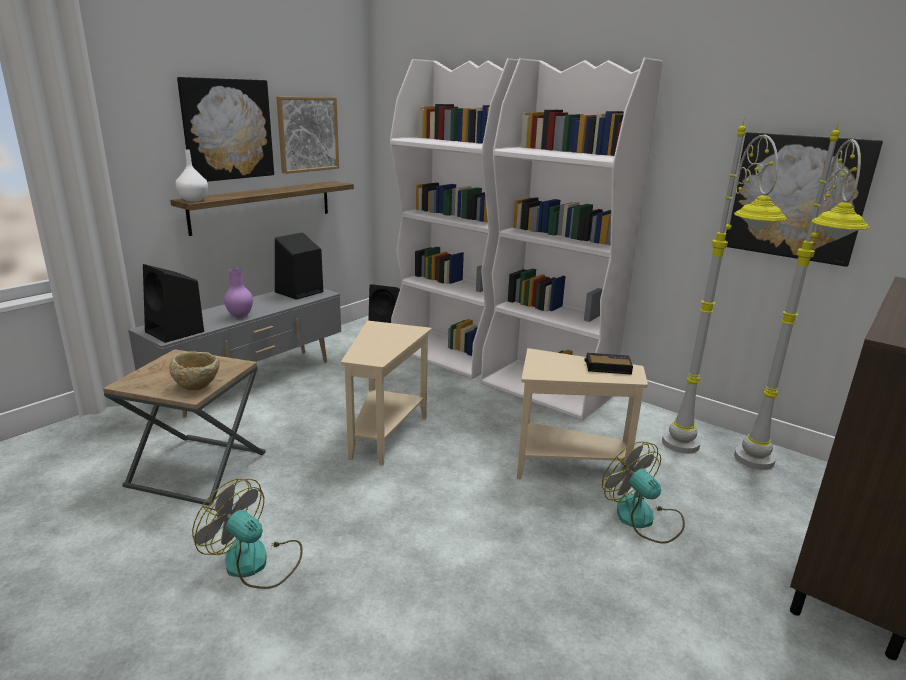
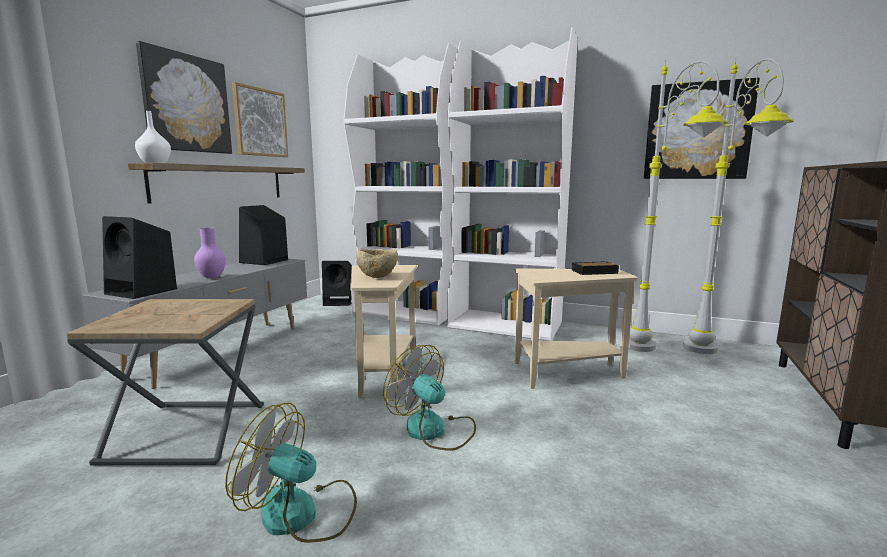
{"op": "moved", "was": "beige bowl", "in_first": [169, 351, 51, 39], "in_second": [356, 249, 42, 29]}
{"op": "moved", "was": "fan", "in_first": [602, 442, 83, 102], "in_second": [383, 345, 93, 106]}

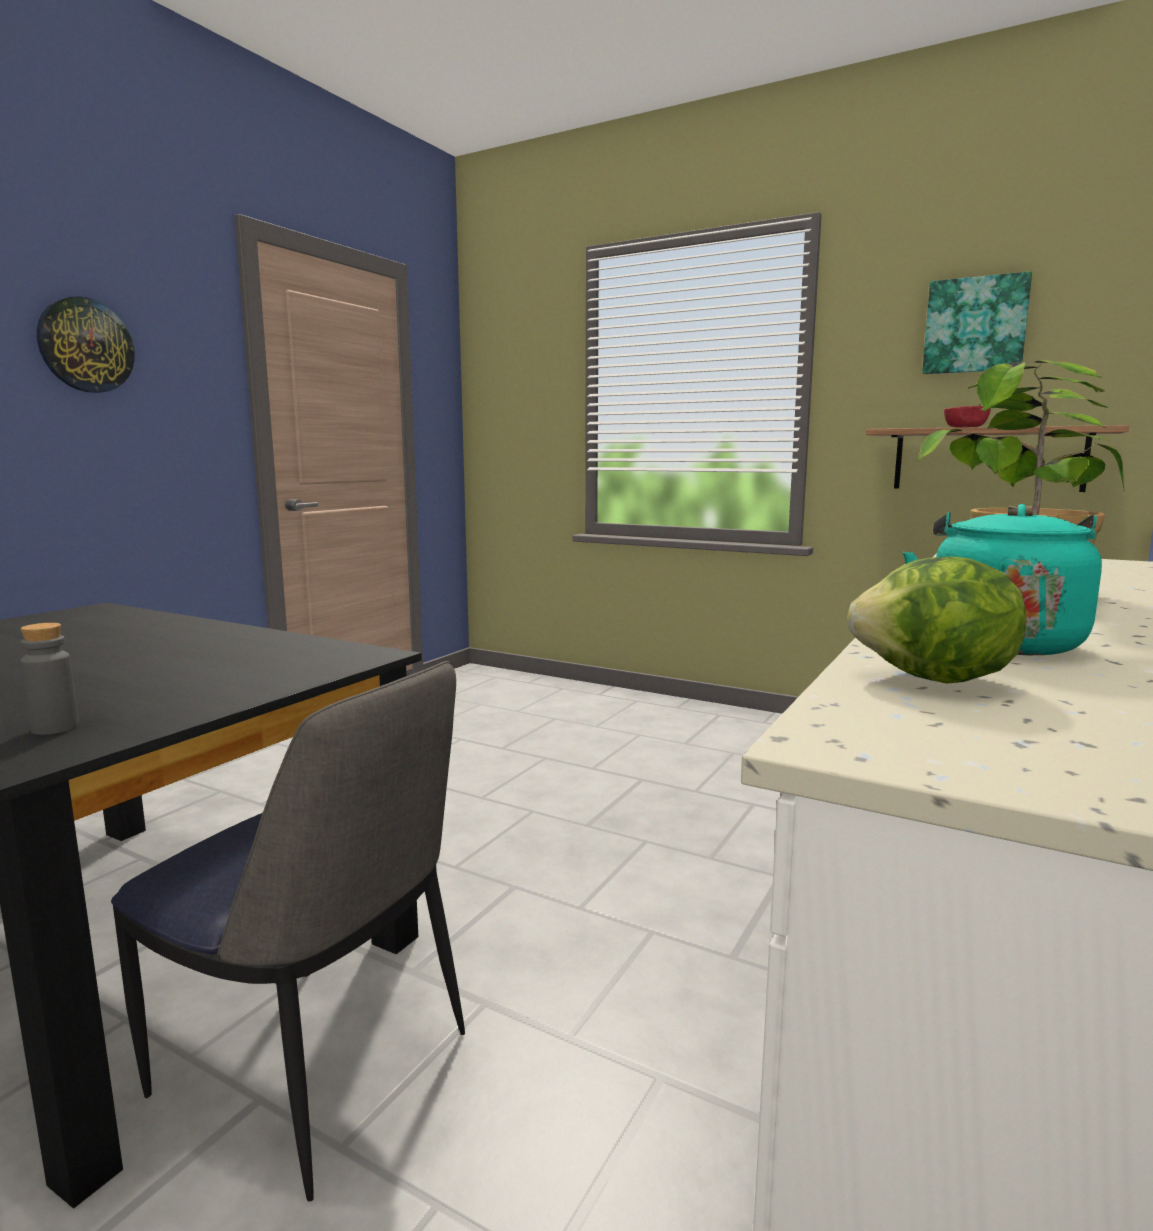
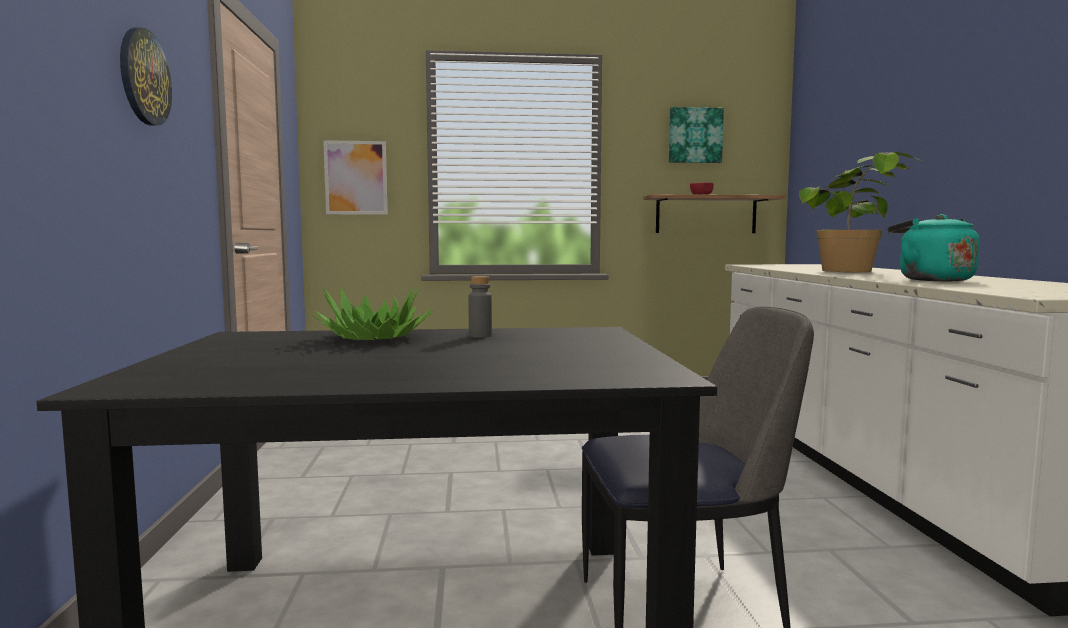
{"op": "added", "now": "potted plant", "in_second": [312, 287, 120, 53]}
{"op": "added", "now": "picture", "in_second": [323, 140, 65, 75]}
{"op": "moved", "was": "grey bottle", "in_first": [20, 623, 59, 112], "in_second": [469, 276, 23, 62]}
{"op": "removed", "was": "lettuce", "in_first": [847, 556, 179, 128]}

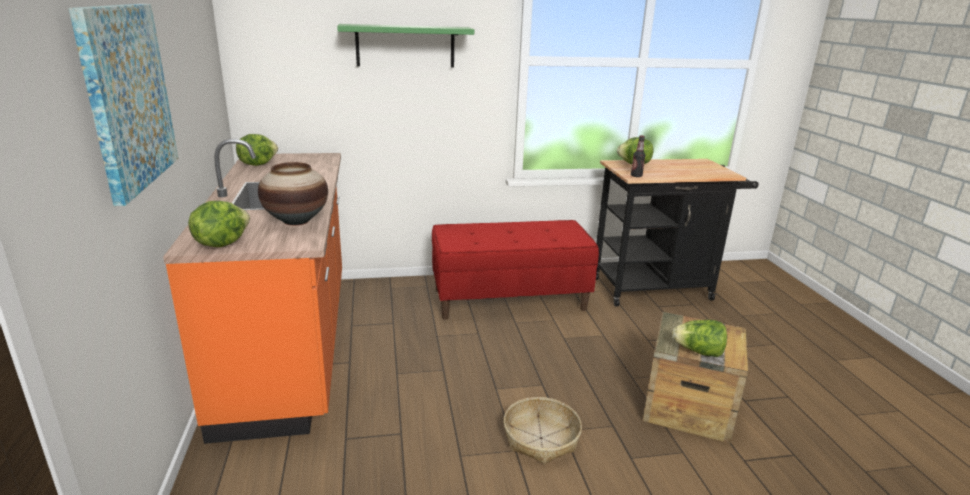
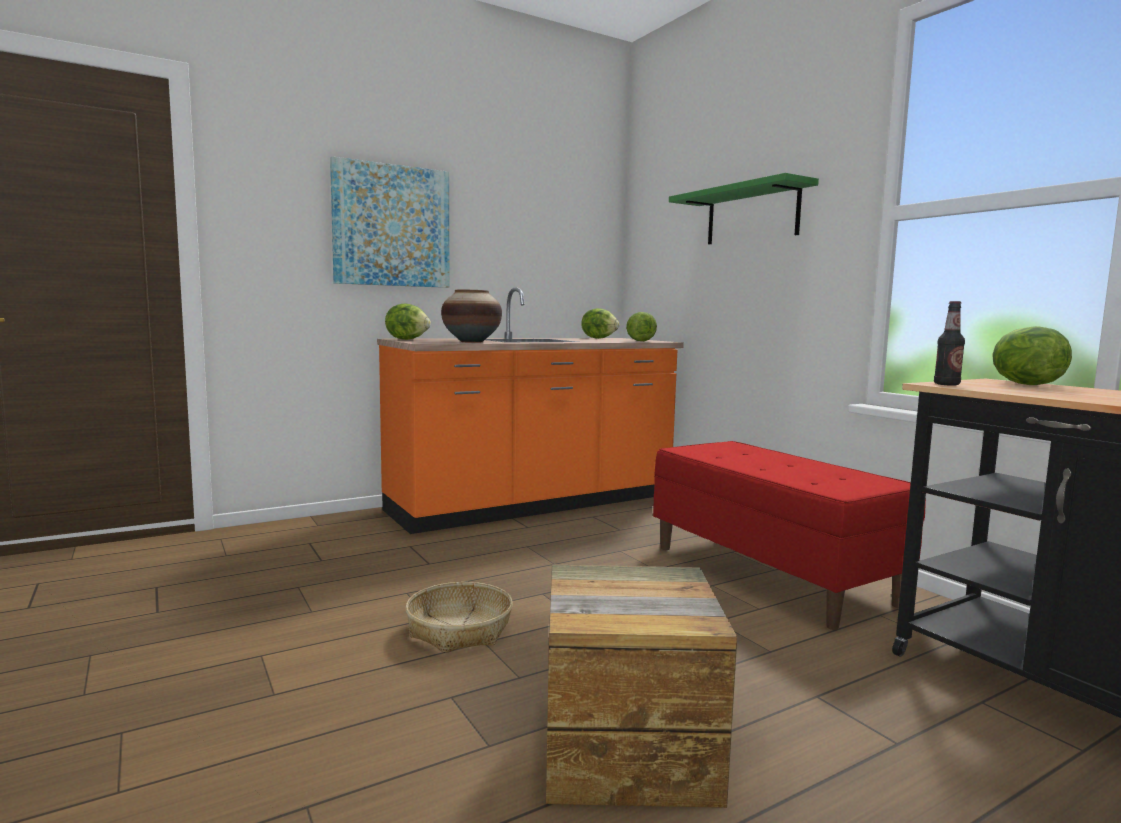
{"op": "moved", "was": "lettuce", "in_first": [672, 320, 55, 37], "in_second": [626, 312, 31, 29]}

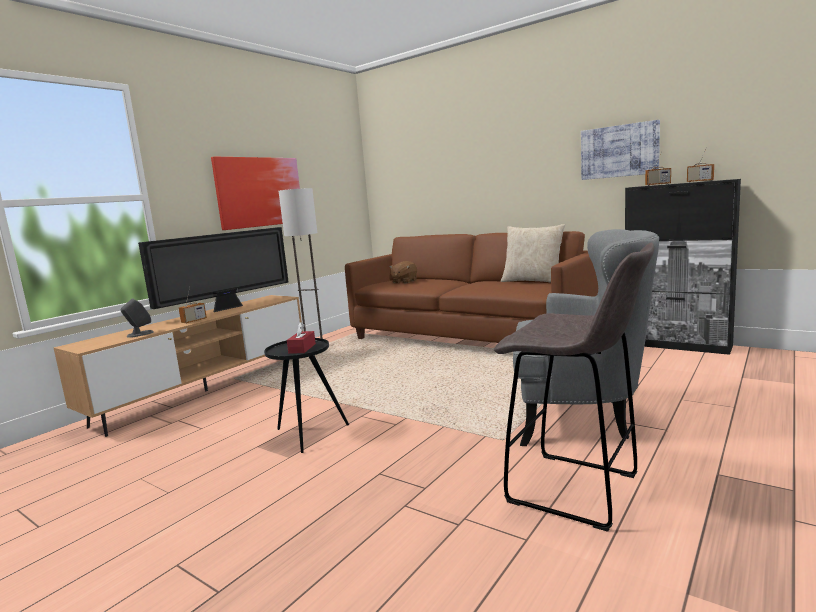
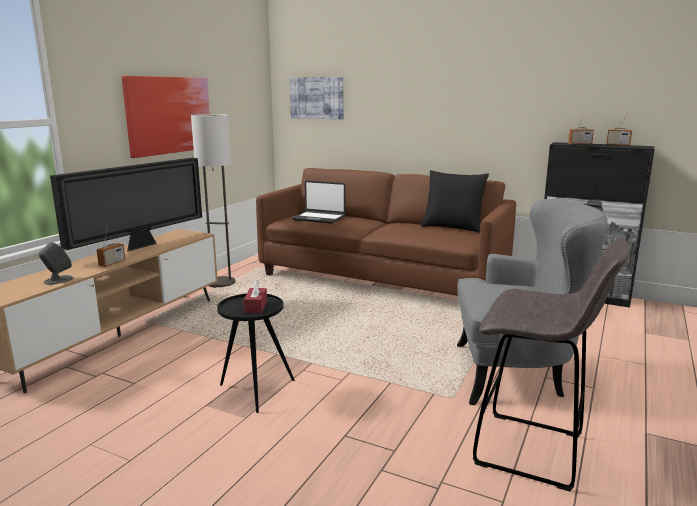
{"op": "moved", "was": "picture", "in_first": [581, 120, 79, 60], "in_second": [290, 77, 53, 43]}
{"op": "replaced", "was": "brown plush toy", "now": "laptop", "in_first": [389, 261, 28, 23], "in_second": [292, 180, 53, 44]}
{"op": "recoloured", "was": "beige pillow", "now": "black pillow", "in_first": [501, 224, 64, 58], "in_second": [421, 170, 68, 63]}

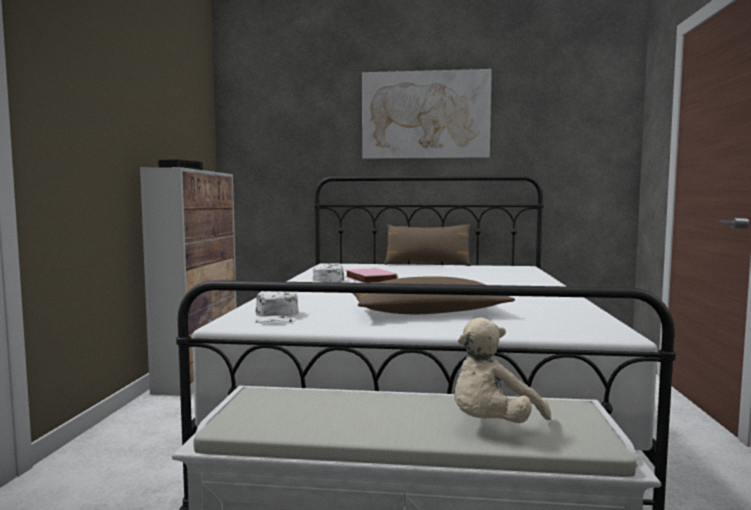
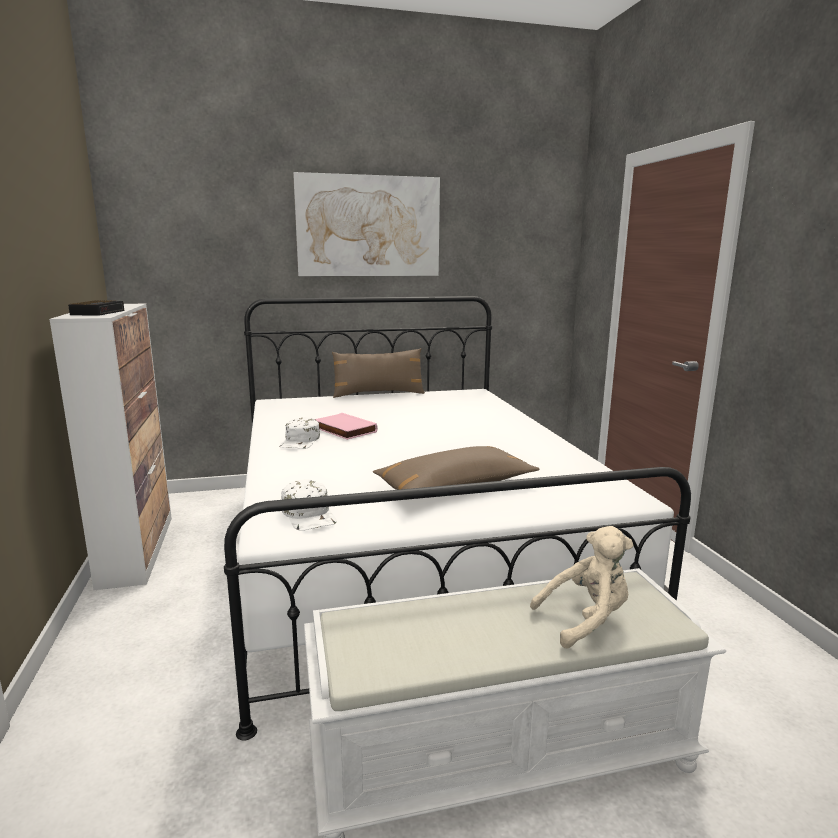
{"op": "turned", "was": "beige plush toy", "in_first": [454, 318, 97, 105], "in_second": [530, 526, 103, 122], "clockwise": -135}

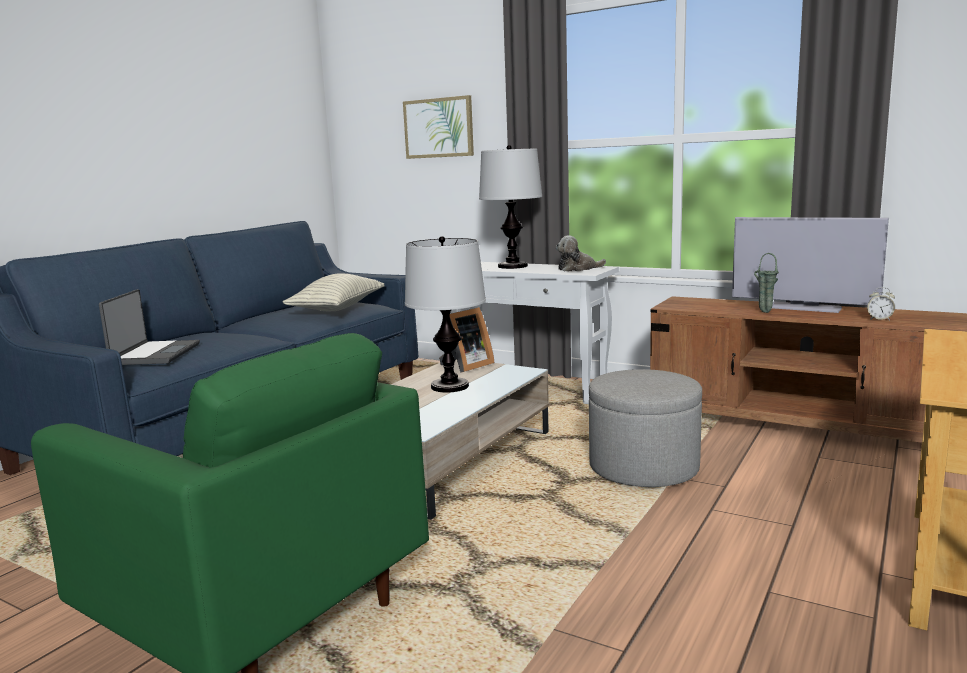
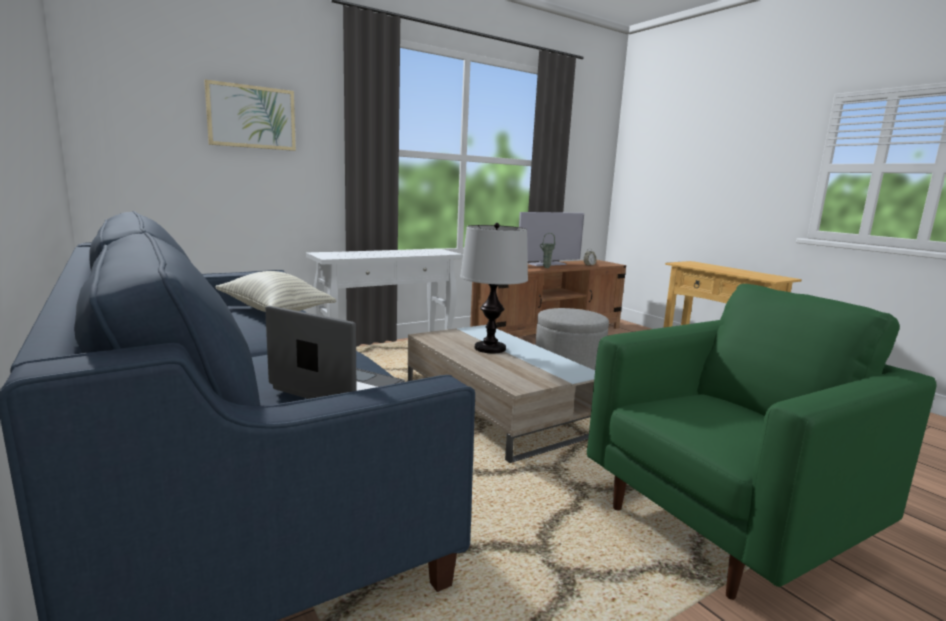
{"op": "removed", "was": "picture frame", "in_first": [439, 307, 56, 66]}
{"op": "removed", "was": "table lamp", "in_first": [479, 145, 63, 124]}
{"op": "removed", "was": "plush toy", "in_first": [556, 235, 50, 37]}

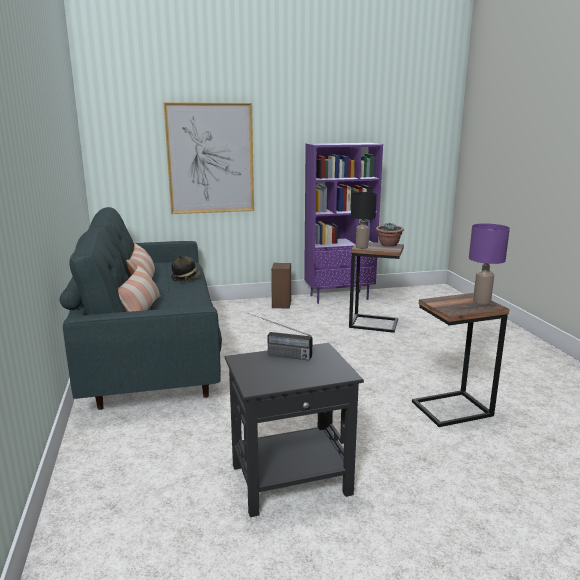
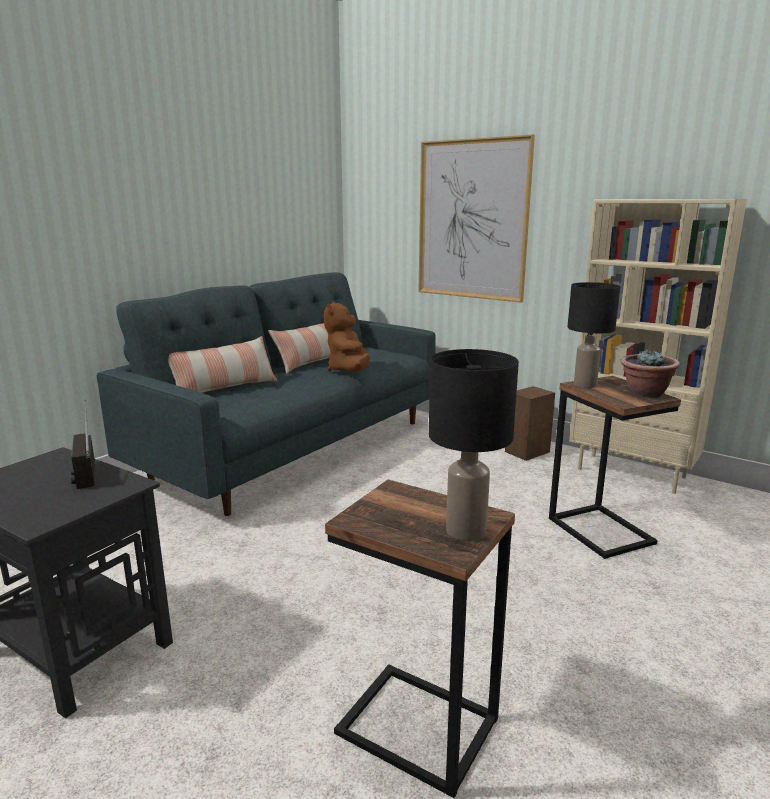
{"op": "replaced", "was": "hat", "now": "brown plush toy", "in_first": [171, 255, 29, 27], "in_second": [324, 302, 46, 70]}
{"op": "recoloured", "was": "purple table lamp", "now": "black table lamp", "in_first": [469, 224, 41, 80], "in_second": [429, 349, 90, 192]}
{"op": "recoloured", "was": "purple bookcase", "now": "beige bookcase", "in_first": [304, 143, 79, 161], "in_second": [569, 199, 178, 295]}

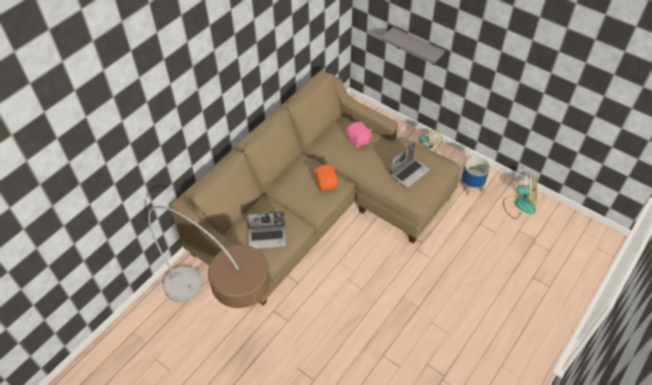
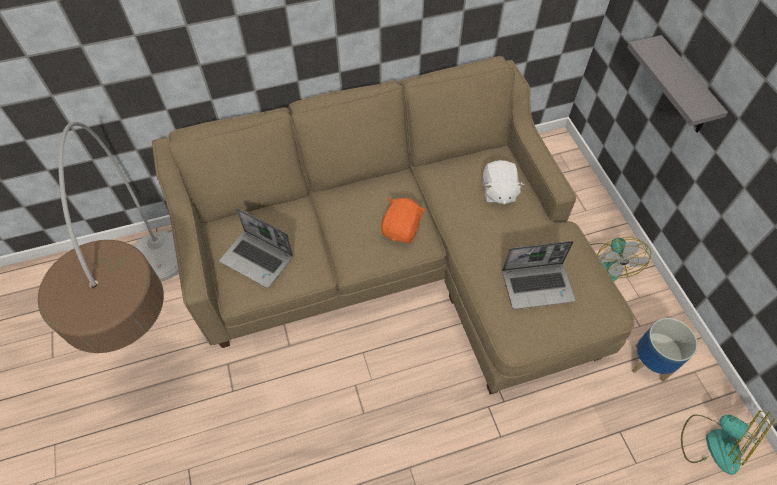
{"op": "recoloured", "was": "pink plush toy", "now": "white plush toy", "in_first": [346, 122, 26, 26], "in_second": [483, 160, 41, 45]}

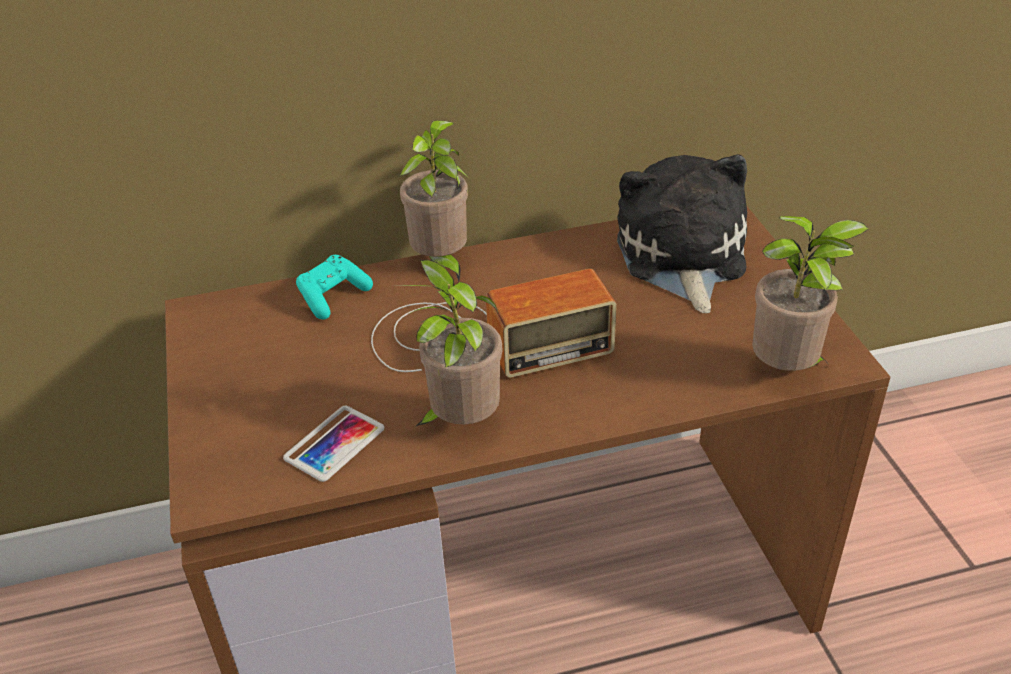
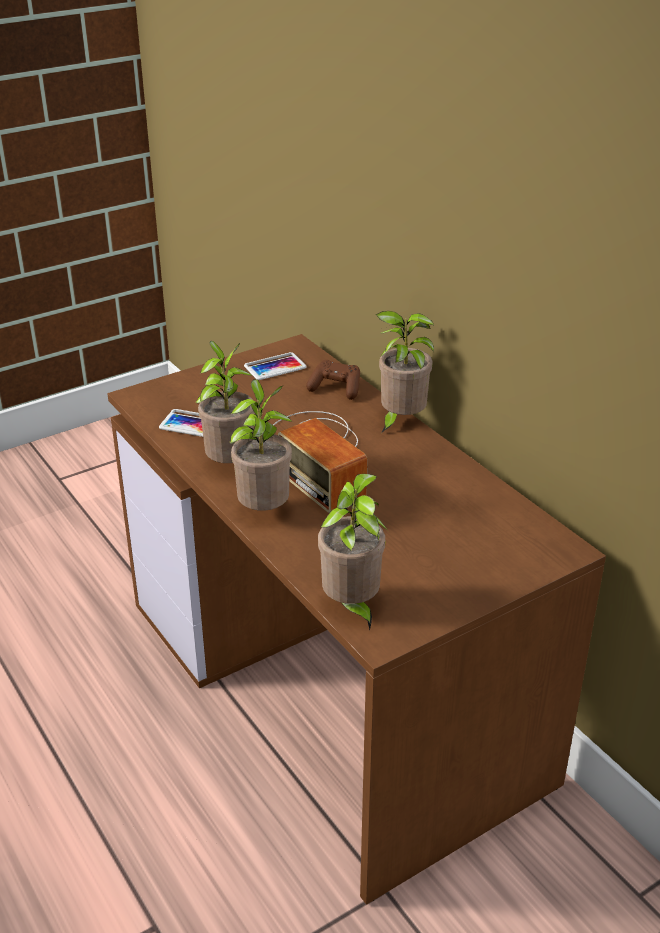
{"op": "added", "now": "potted plant", "in_second": [230, 379, 63, 132]}
{"op": "added", "now": "phone", "in_second": [244, 352, 63, 28]}
{"op": "recoloured", "was": "turquoise game controller", "now": "brown game controller", "in_first": [296, 255, 77, 65], "in_second": [306, 360, 54, 40]}
{"op": "removed", "was": "plush toy", "in_first": [617, 154, 130, 159]}

